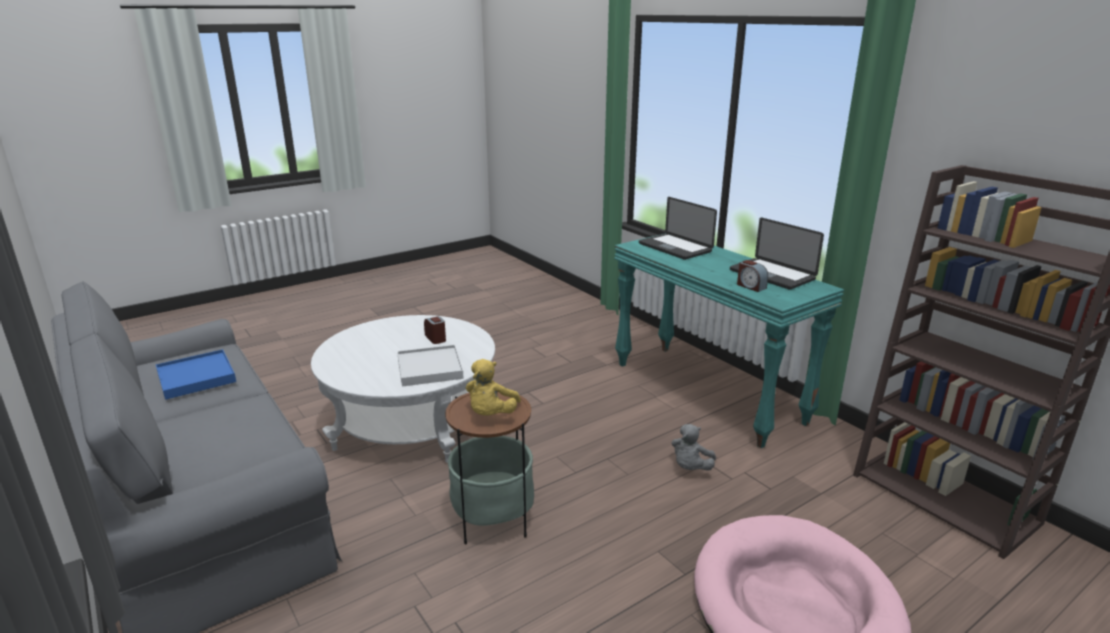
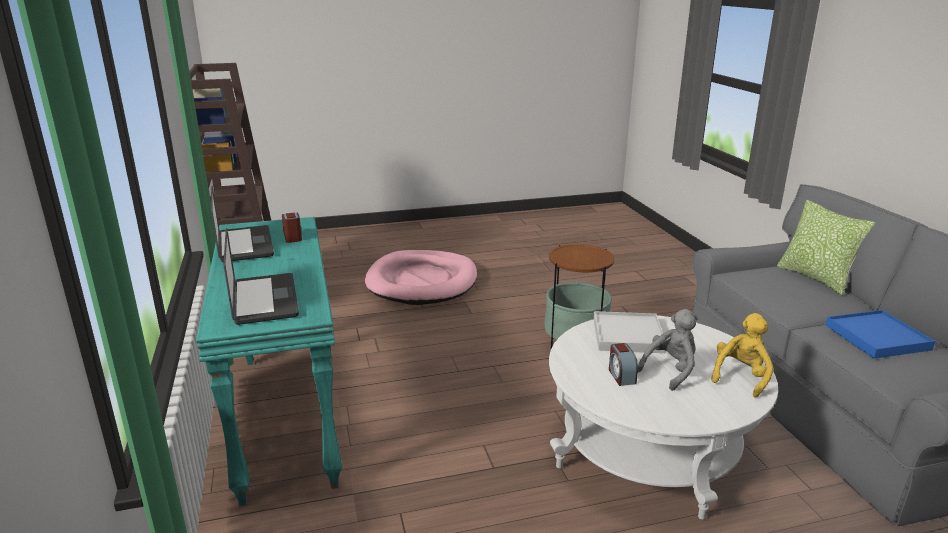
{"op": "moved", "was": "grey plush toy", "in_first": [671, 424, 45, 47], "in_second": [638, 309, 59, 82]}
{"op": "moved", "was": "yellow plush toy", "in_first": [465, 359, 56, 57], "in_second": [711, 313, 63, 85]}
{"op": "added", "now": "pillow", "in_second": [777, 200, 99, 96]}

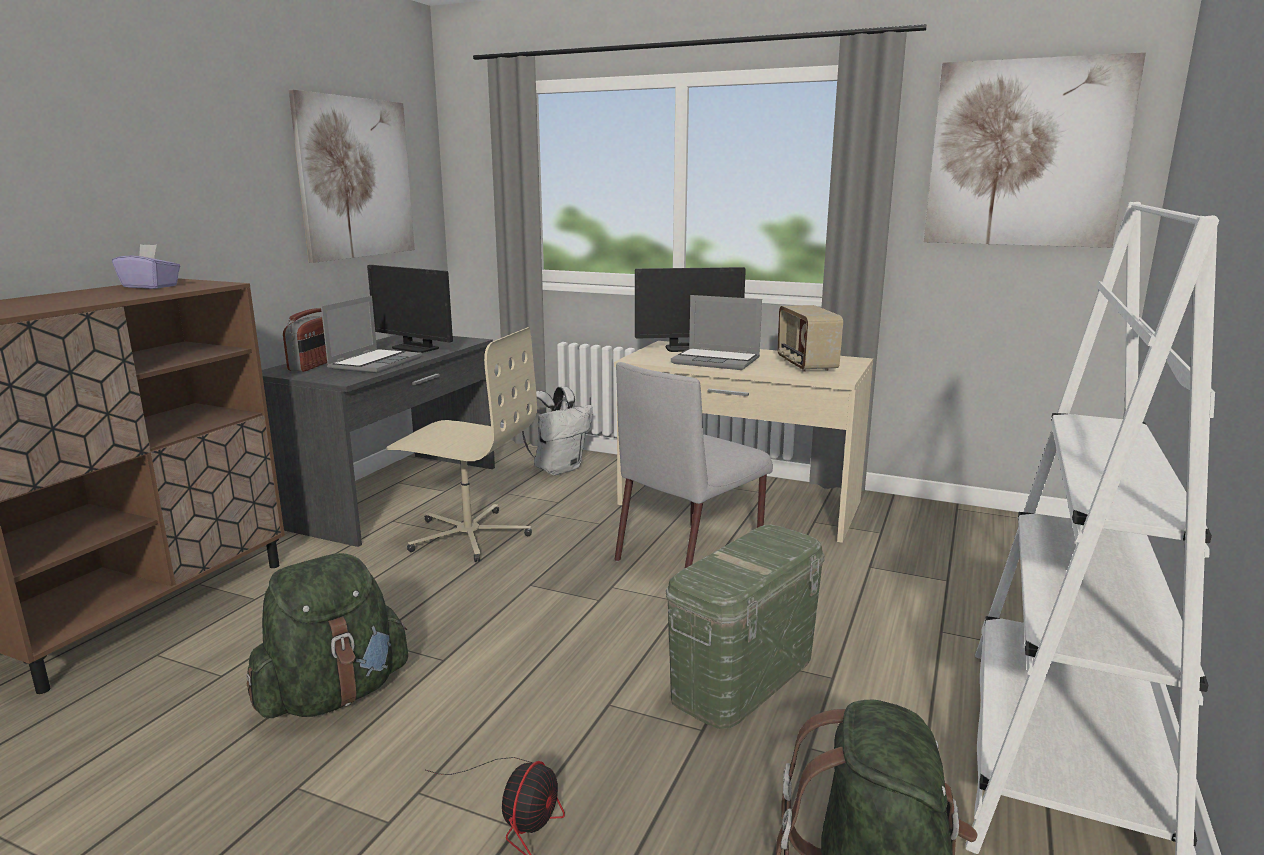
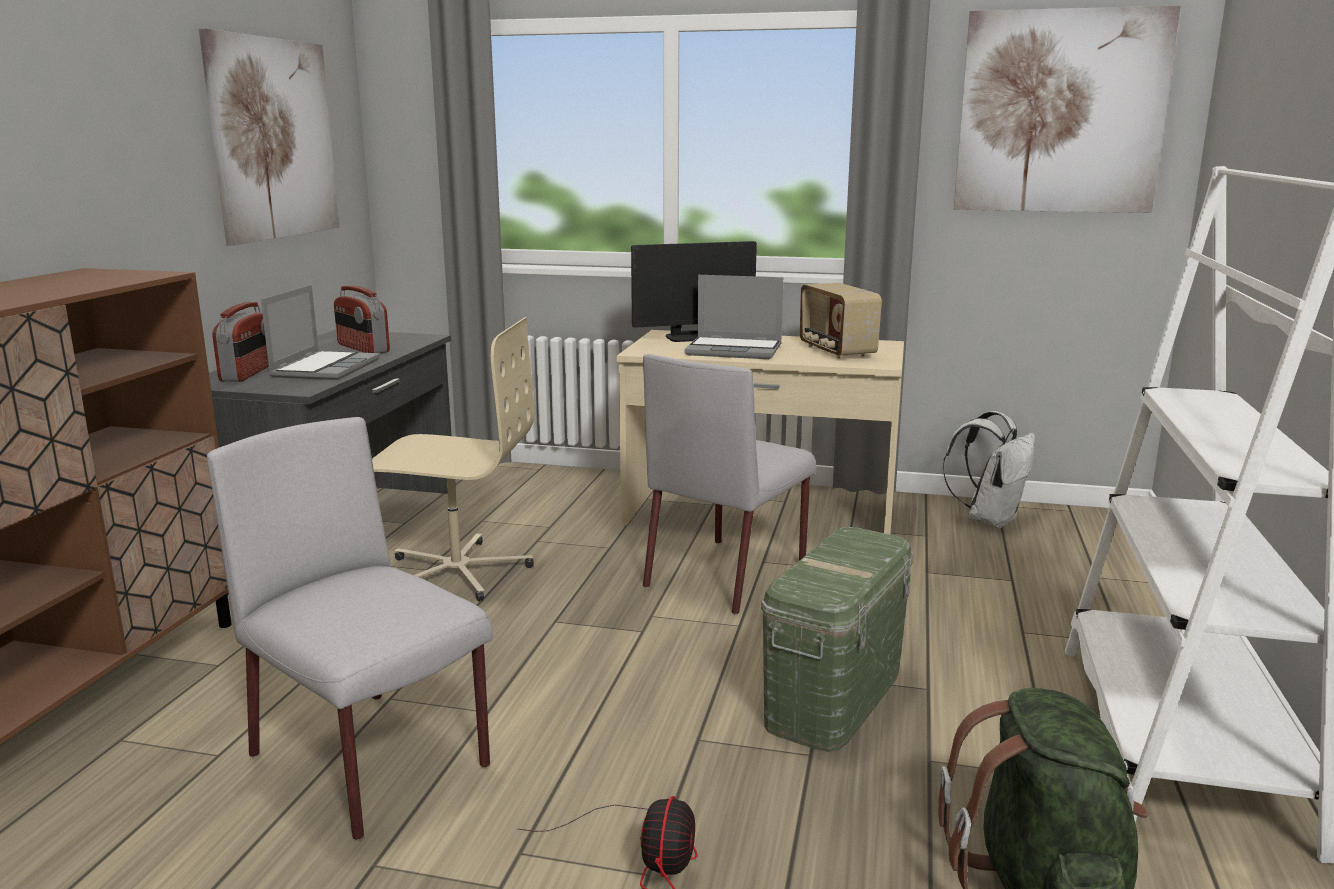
{"op": "replaced", "was": "green backpack", "now": "grey chair", "in_first": [246, 553, 162, 165], "in_second": [207, 417, 286, 423]}
{"op": "replaced", "was": "monitor", "now": "radio", "in_first": [367, 265, 86, 88], "in_second": [334, 286, 56, 67]}
{"op": "moved", "was": "white backpack", "in_first": [522, 386, 71, 89], "in_second": [943, 411, 92, 117]}
{"op": "removed", "was": "purple tissue box", "in_first": [112, 244, 68, 45]}

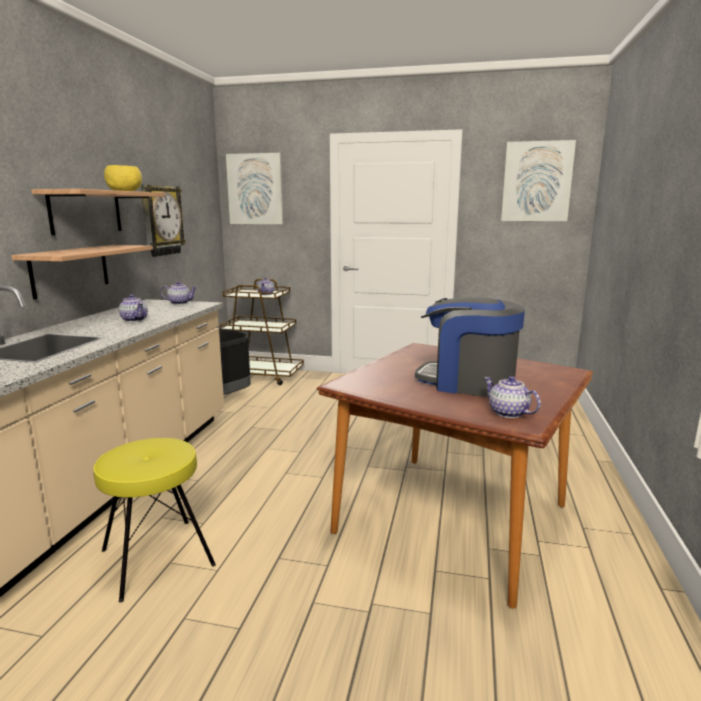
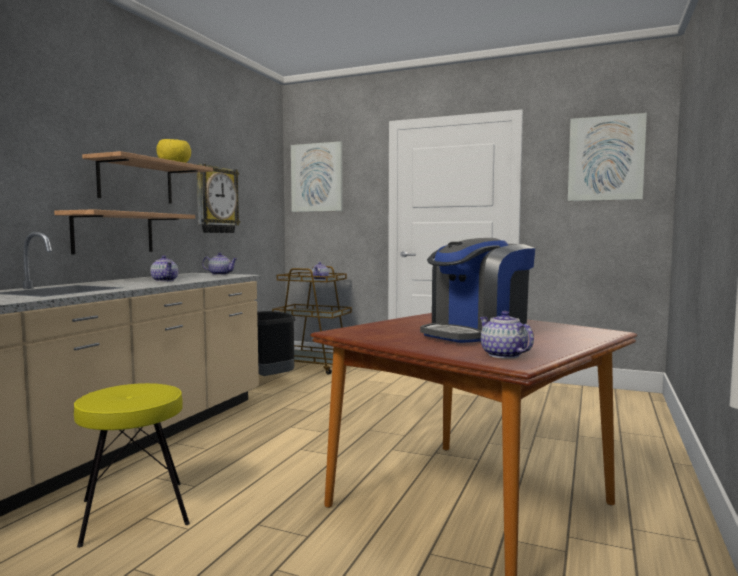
{"op": "turned", "was": "coffee machine", "in_first": [415, 297, 110, 100], "in_second": [420, 238, 115, 105], "clockwise": -75}

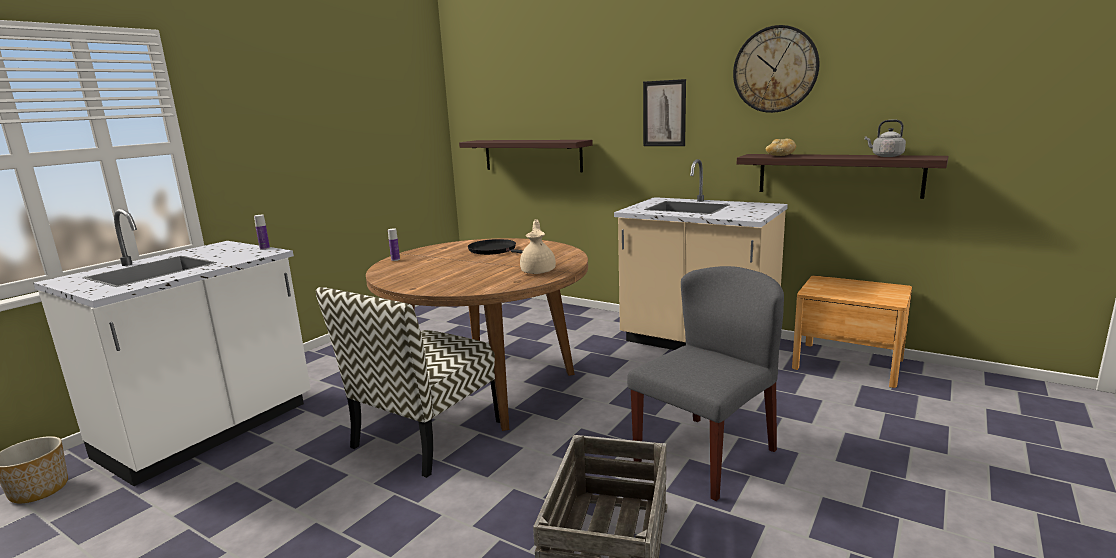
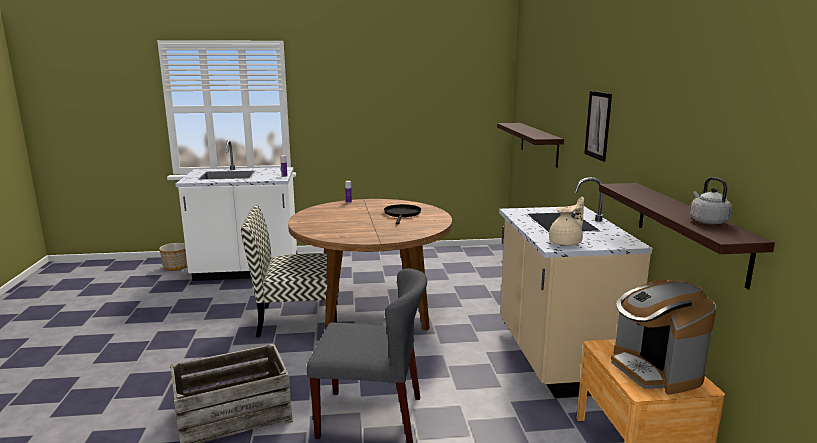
{"op": "moved", "was": "beige teapot", "in_first": [520, 219, 36, 55], "in_second": [549, 197, 35, 49]}
{"op": "added", "now": "coffee machine", "in_second": [611, 280, 105, 115]}
{"op": "removed", "was": "wall clock", "in_first": [733, 25, 87, 88]}
{"op": "removed", "was": "bread", "in_first": [765, 139, 31, 17]}

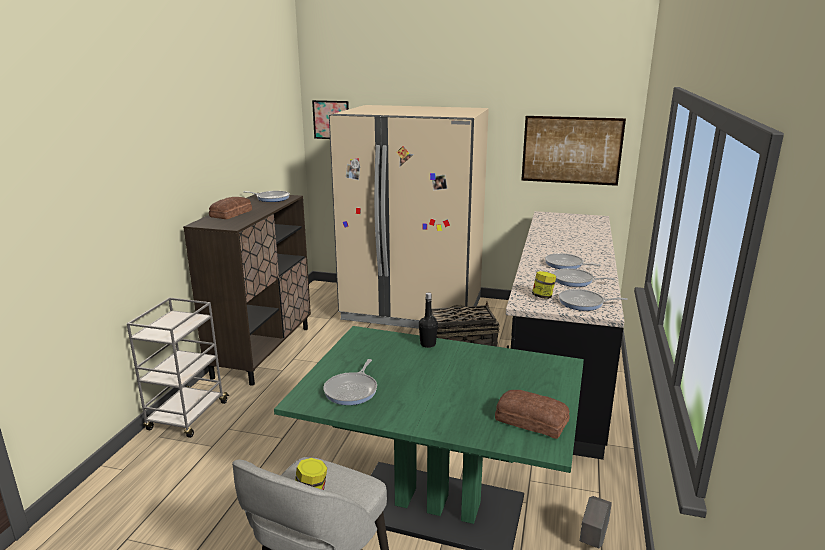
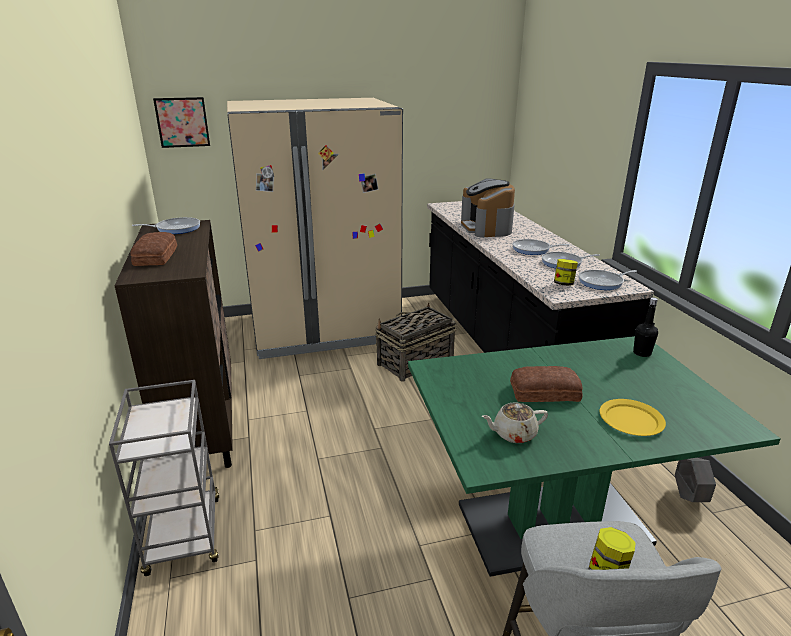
{"op": "added", "now": "coffee machine", "in_second": [461, 179, 54, 59]}
{"op": "replaced", "was": "frying pan", "now": "beige teapot", "in_first": [323, 359, 54, 46], "in_second": [481, 403, 67, 40]}
{"op": "moved", "was": "bread", "in_first": [495, 390, 75, 49], "in_second": [510, 366, 73, 36]}
{"op": "added", "now": "yellow plate", "in_second": [599, 399, 67, 37]}
{"op": "moved", "was": "black bottle", "in_first": [419, 292, 19, 56], "in_second": [633, 297, 25, 60]}
{"op": "removed", "was": "picture", "in_first": [521, 116, 105, 70]}

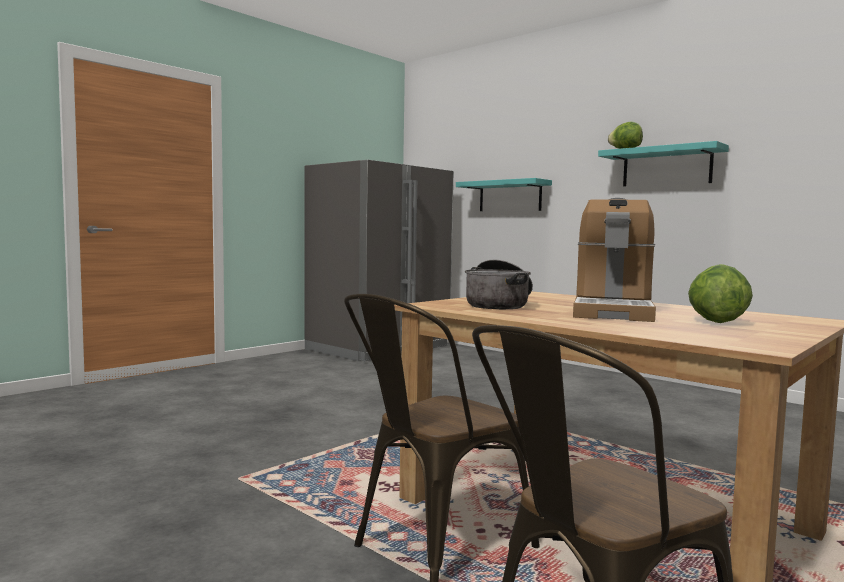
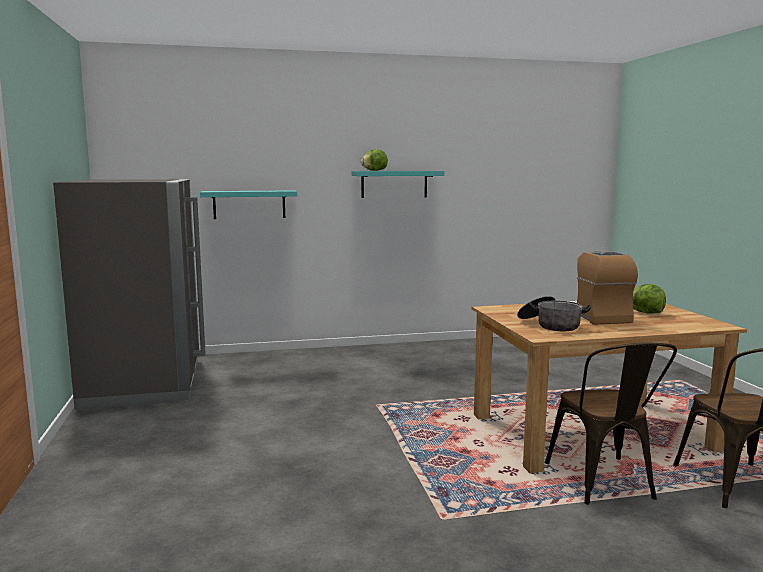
{"op": "turned", "was": "coffee machine", "in_first": [573, 198, 83, 124], "in_second": [568, 251, 70, 74], "clockwise": -150}

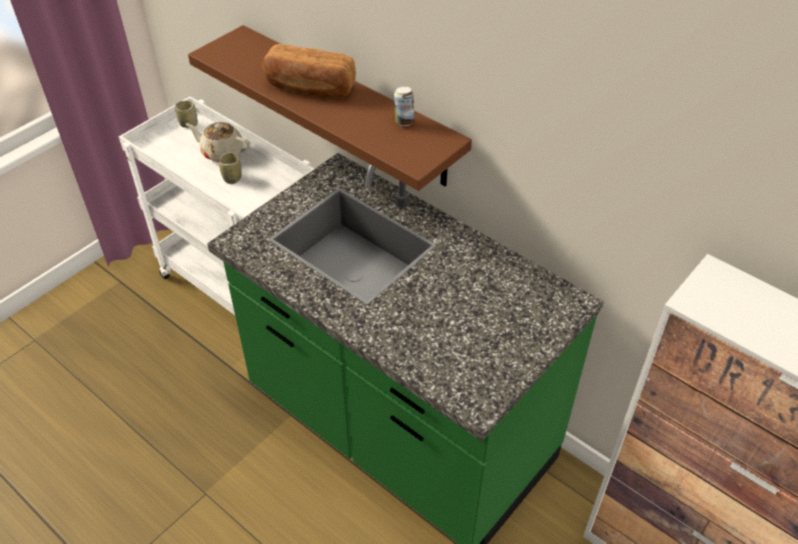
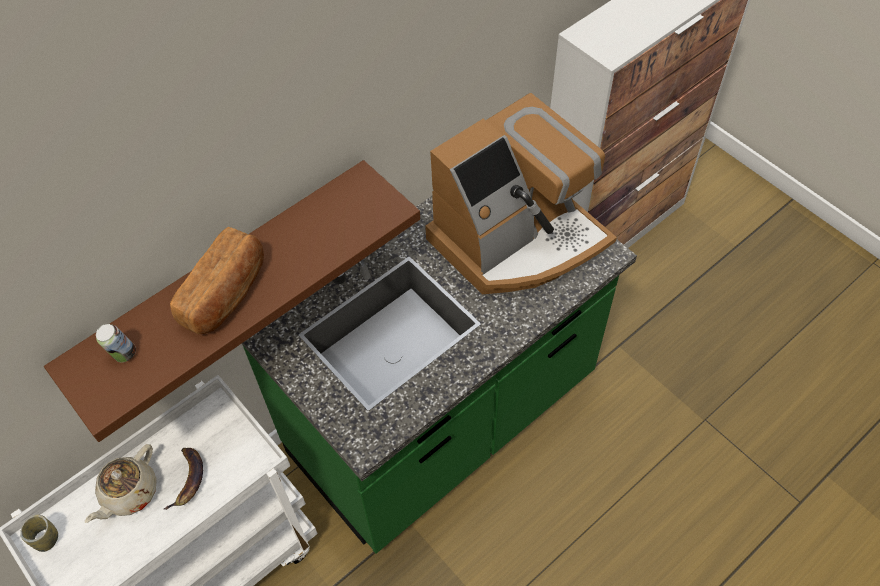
{"op": "moved", "was": "can", "in_first": [394, 86, 21, 40], "in_second": [96, 324, 40, 38]}
{"op": "replaced", "was": "cup", "now": "banana", "in_first": [219, 152, 23, 32], "in_second": [164, 448, 39, 62]}
{"op": "added", "now": "coffee machine", "in_second": [425, 93, 192, 201]}

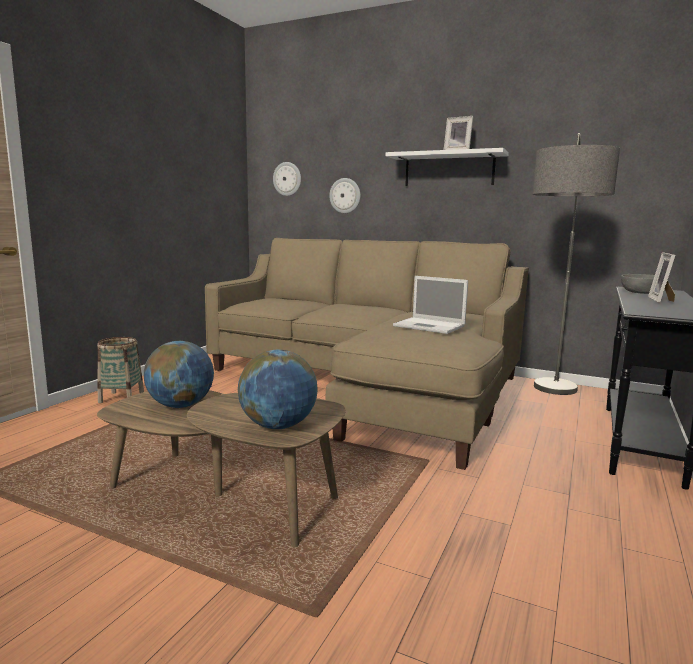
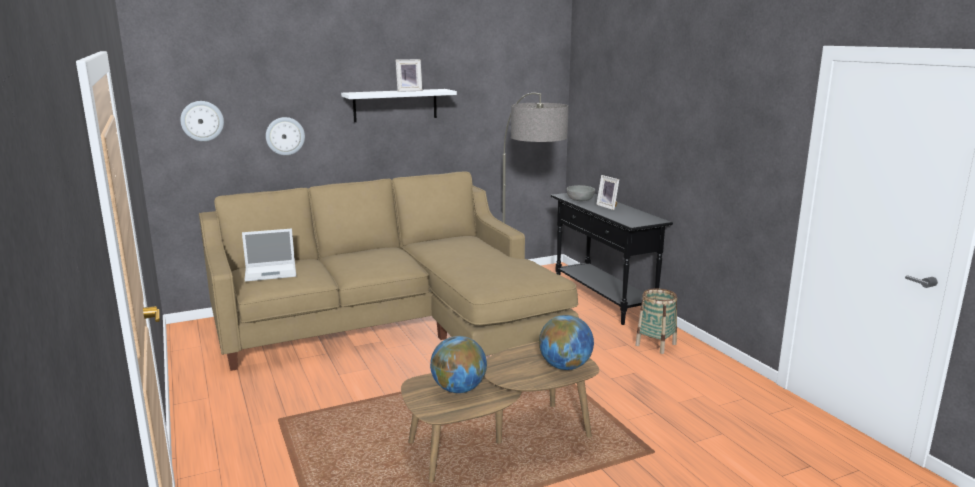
{"op": "moved", "was": "laptop", "in_first": [393, 276, 75, 58], "in_second": [242, 229, 54, 53]}
{"op": "moved", "was": "basket", "in_first": [97, 337, 47, 66], "in_second": [635, 288, 42, 66]}

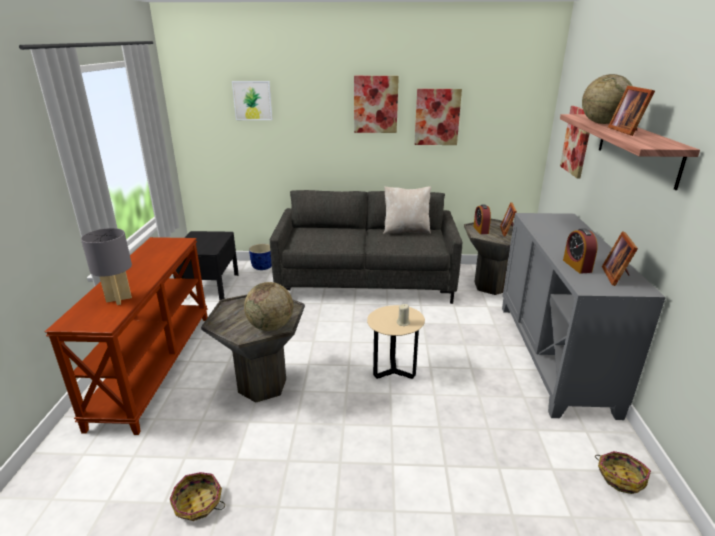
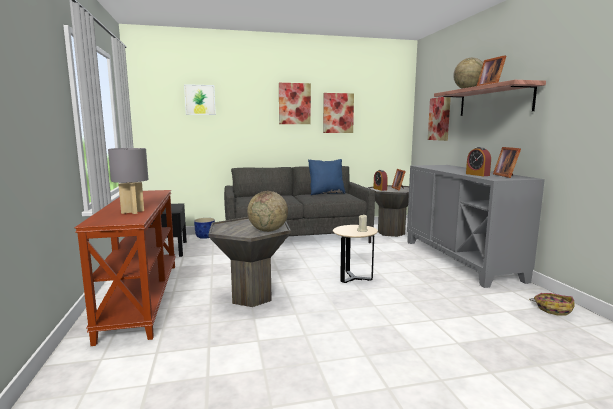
{"op": "recoloured", "was": "beige pillow", "now": "blue pillow", "in_first": [383, 186, 48, 48], "in_second": [308, 159, 38, 36]}
{"op": "removed", "was": "basket", "in_first": [170, 472, 55, 49]}

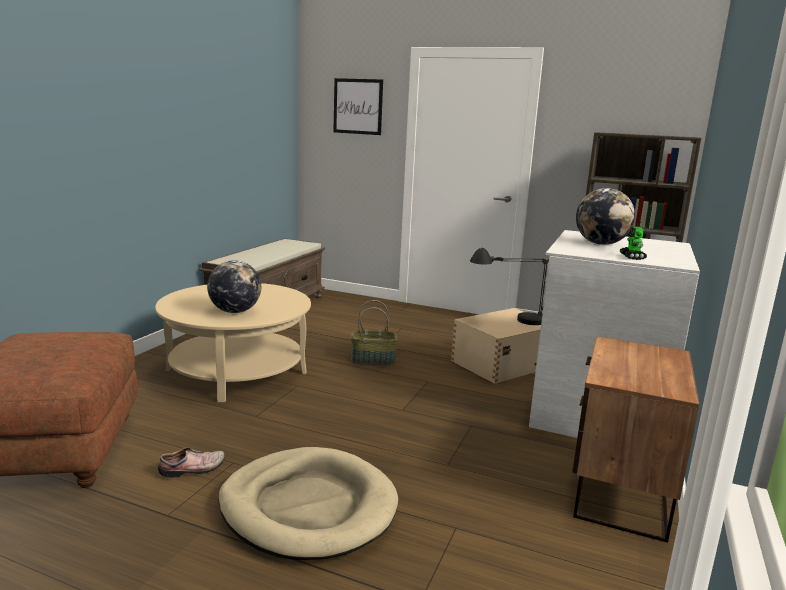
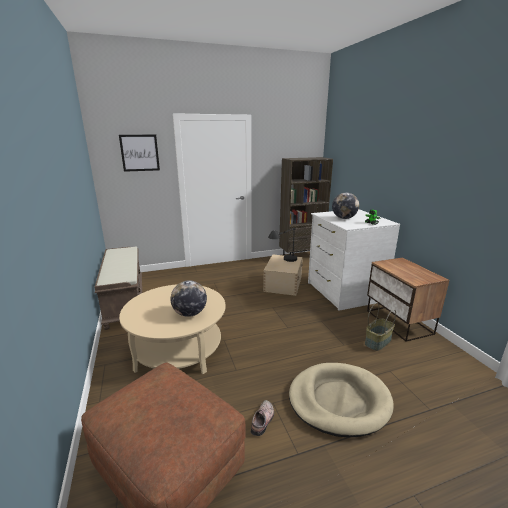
{"op": "moved", "was": "basket", "in_first": [351, 300, 46, 65], "in_second": [365, 303, 31, 48]}

